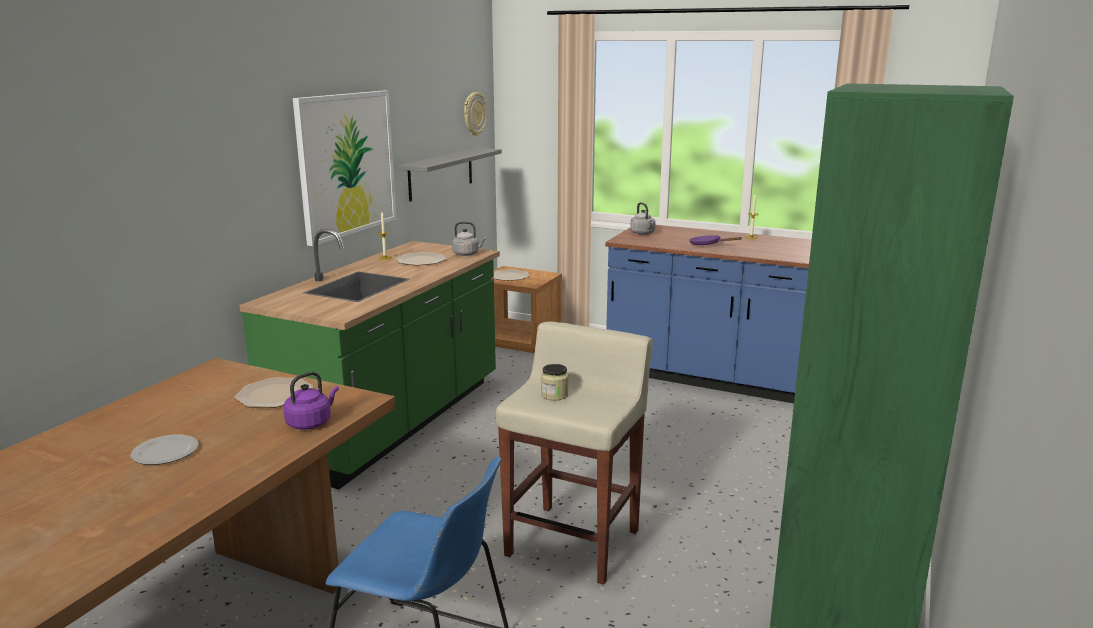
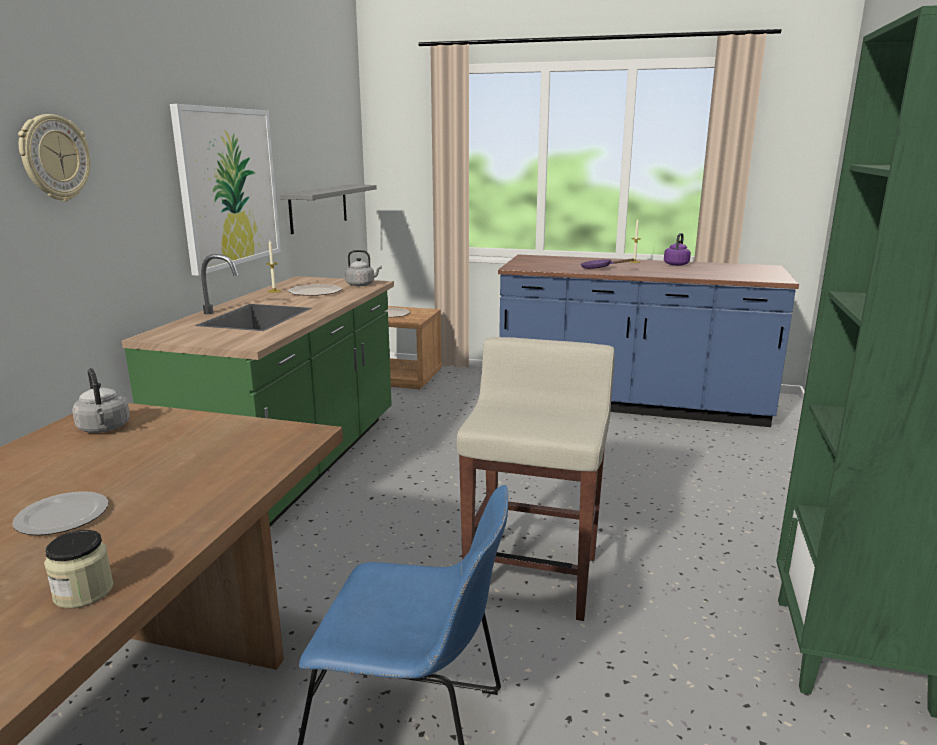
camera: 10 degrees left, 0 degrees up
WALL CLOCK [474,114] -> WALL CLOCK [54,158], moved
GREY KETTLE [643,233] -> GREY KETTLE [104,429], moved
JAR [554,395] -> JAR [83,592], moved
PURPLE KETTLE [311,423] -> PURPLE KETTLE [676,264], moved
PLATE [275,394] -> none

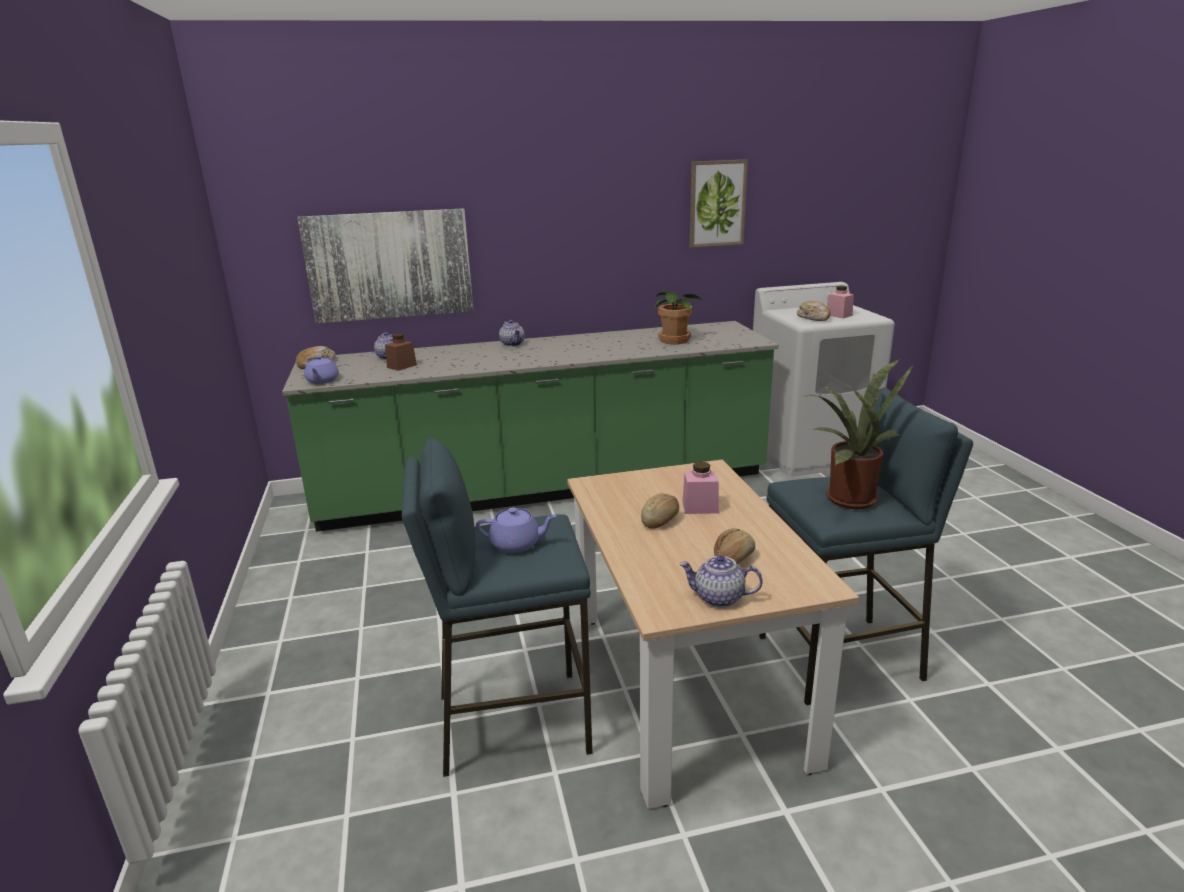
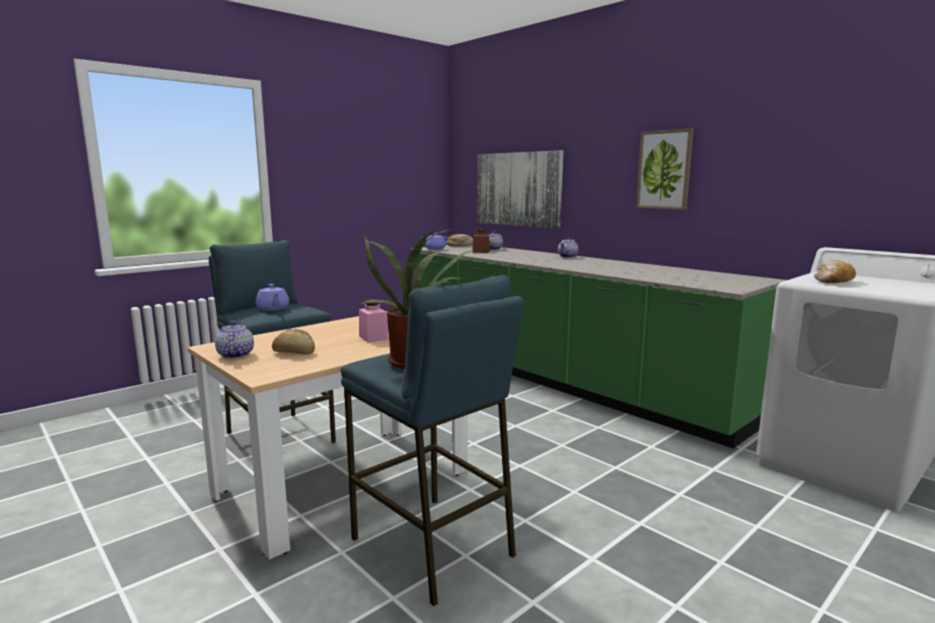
camera: 60 degrees right, 10 degrees down
PICTURE [717,203] -> PICTURE [664,170], moved
PINK JAR [838,315] -> none
POTTED PLANT [675,340] -> none
BREAD [661,520] -> none

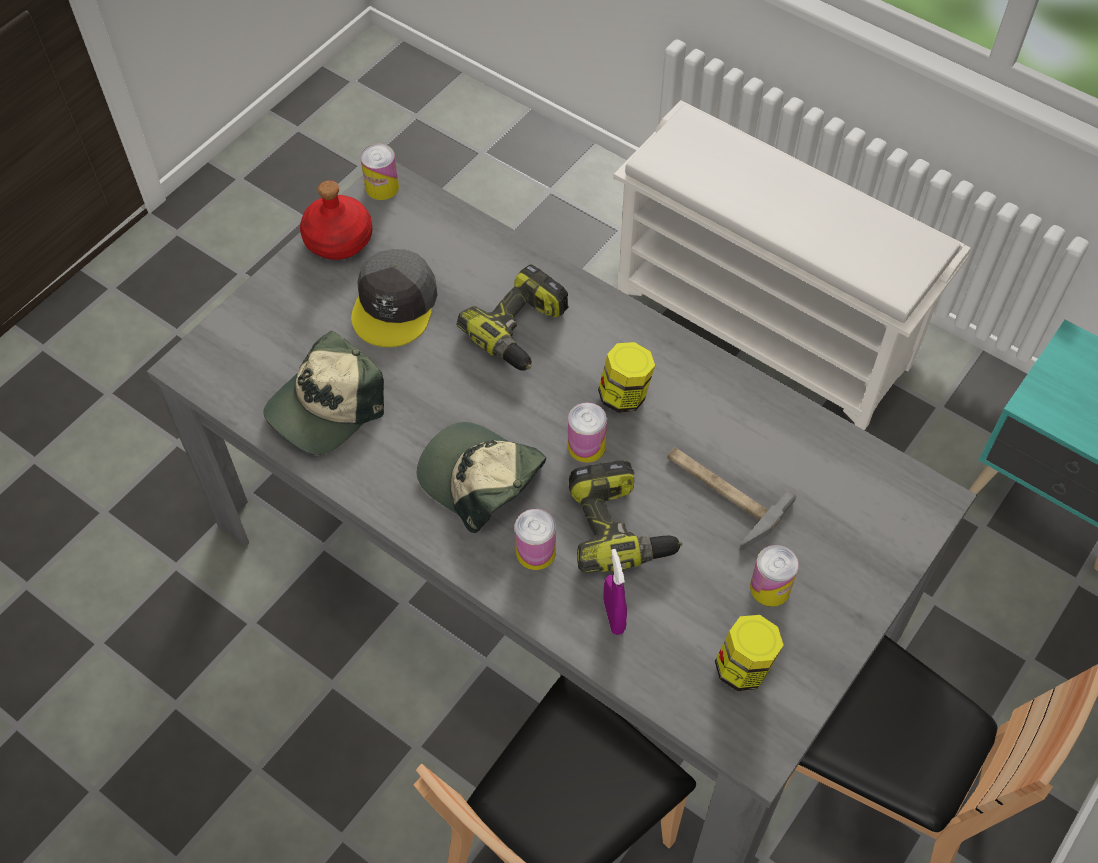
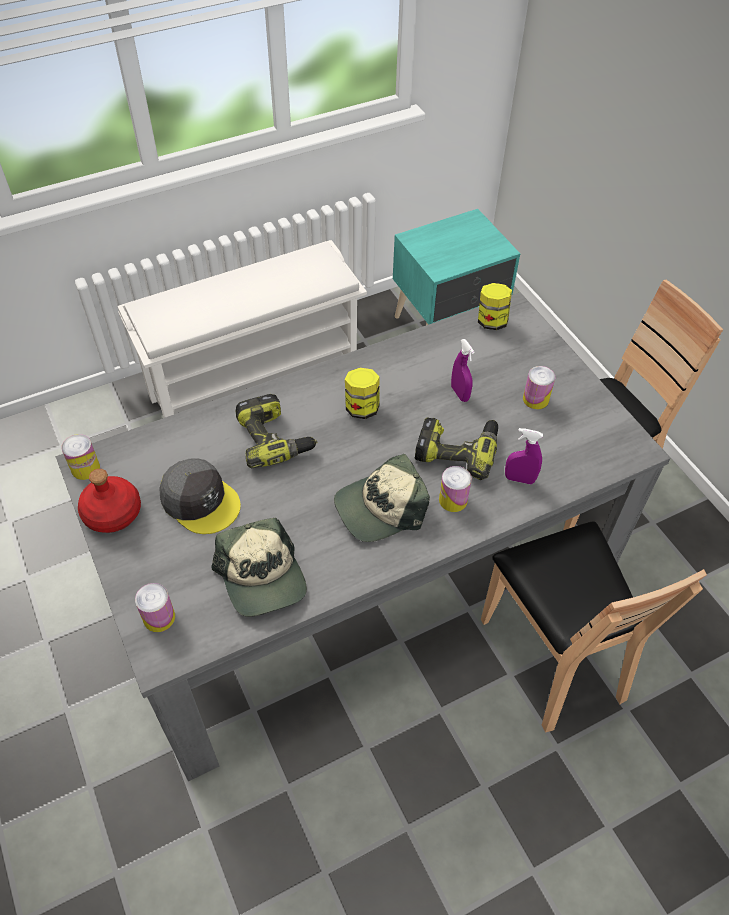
camera: 65 degrees left, 5 degrees down
CAN [586,446] -> CAN [159,617], moved
HAMMER [720,493] -> PURPLE SPRAY BOTTLE [460,393]
JAR [744,667] -> JAR [491,321], moved

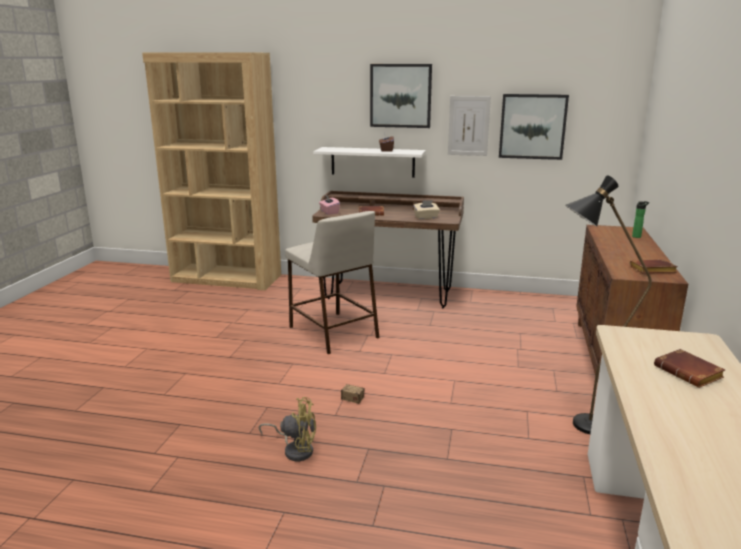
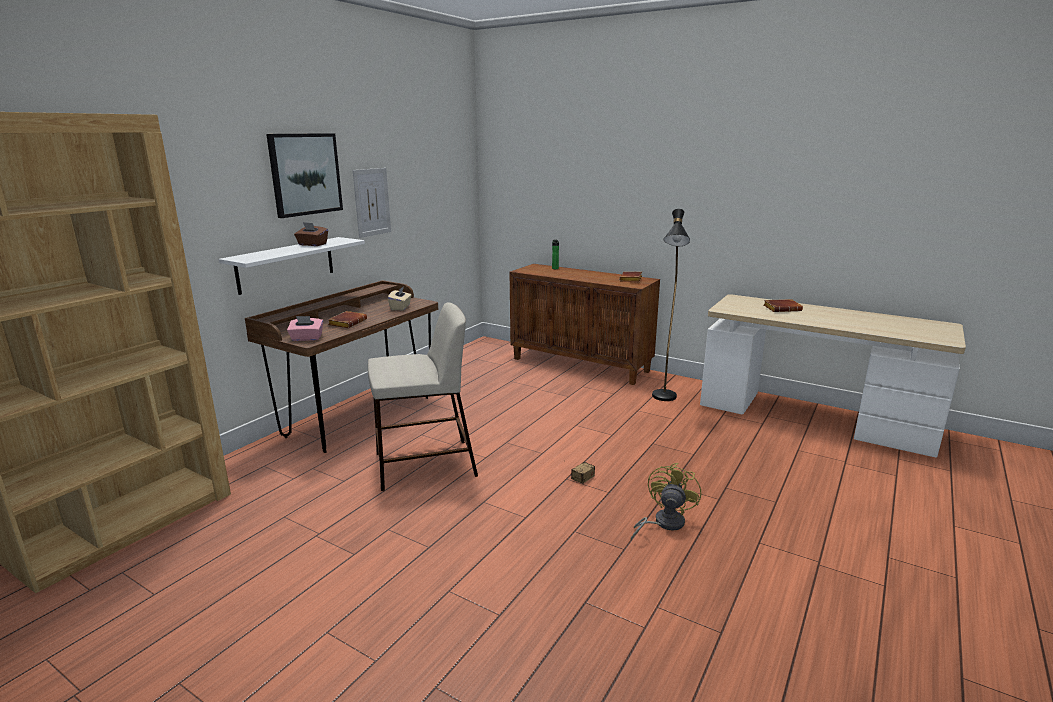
camera: 70 degrees left, 0 degrees up
PICTURE [532,126] -> none

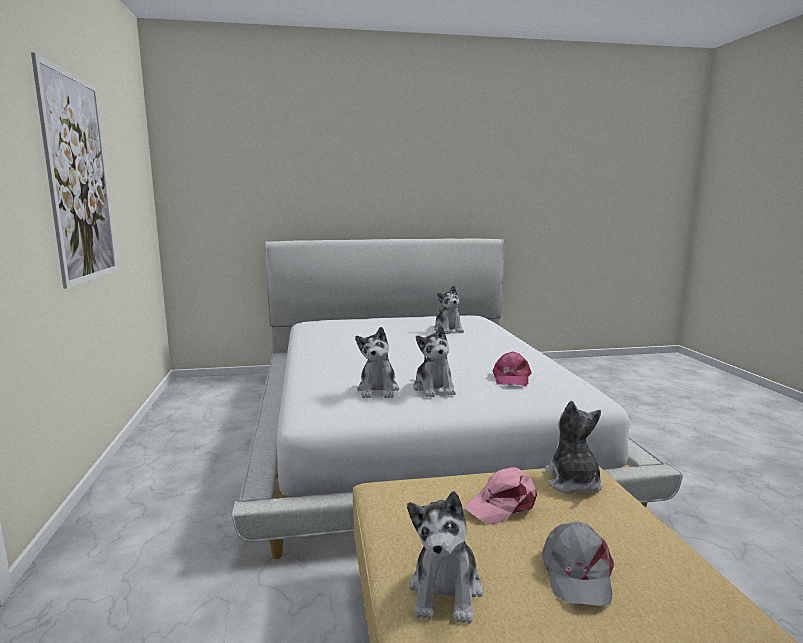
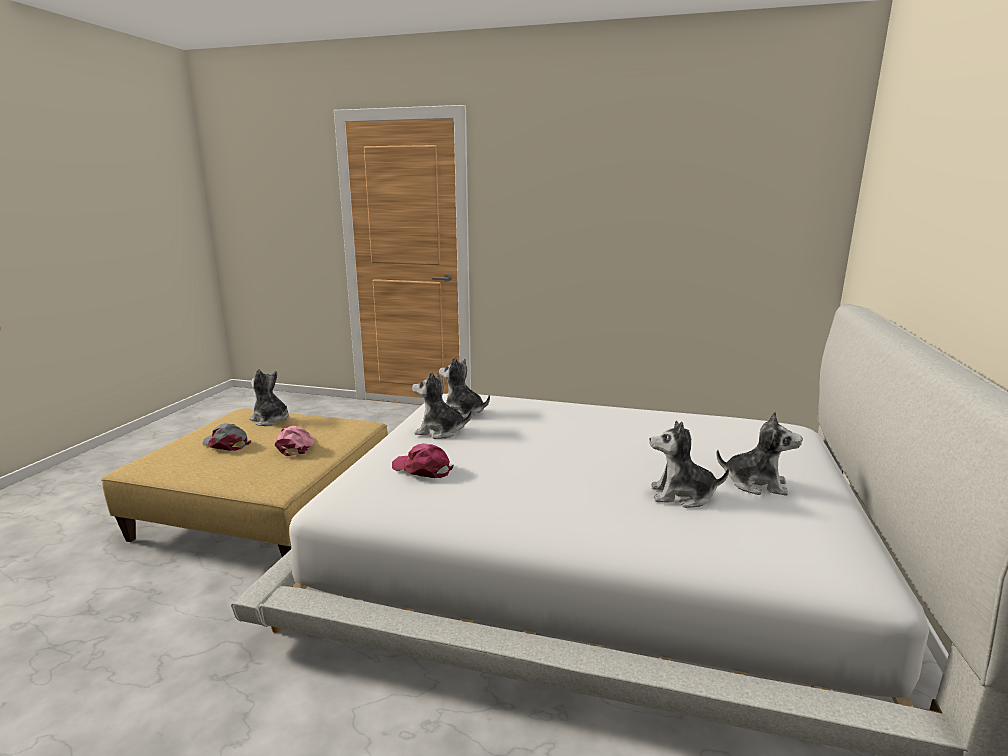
camera: 115 degrees right, 5 degrees up
PICTURE [79,179] -> none
PLUSH TOY [573,483] -> PLUSH TOY [756,484], moved

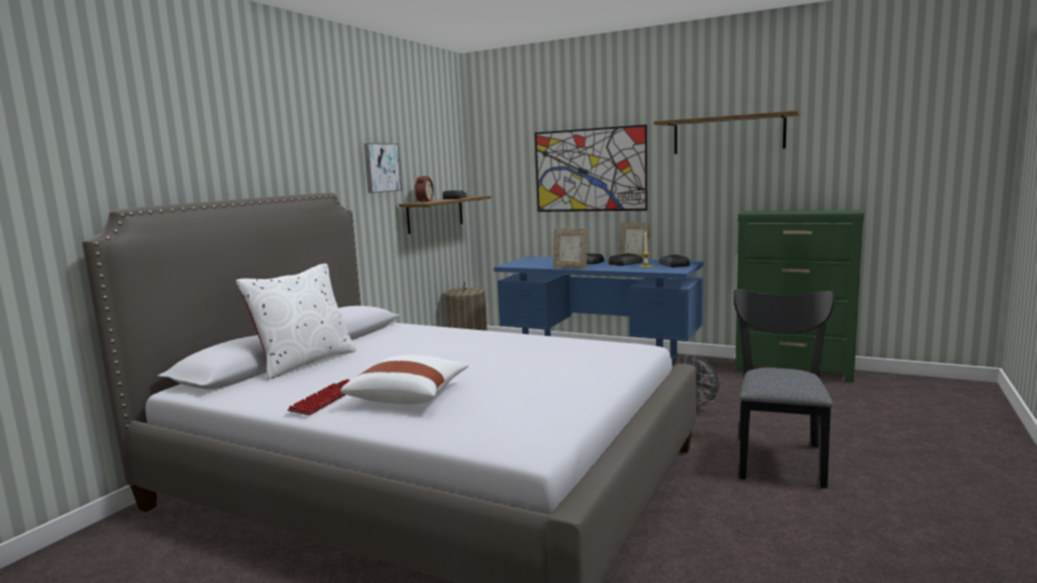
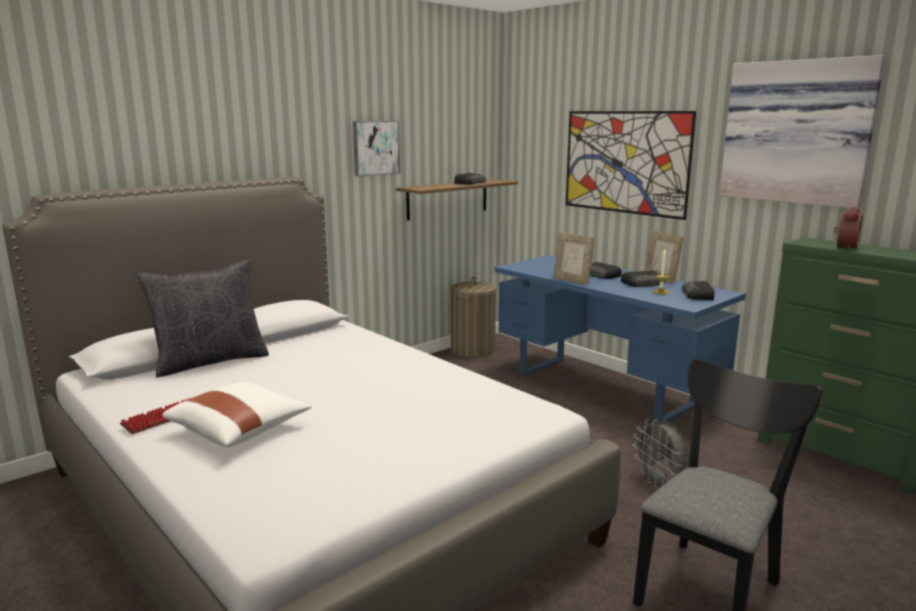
camera: 20 degrees right, 5 degrees up
SHELF [728,134] -> PICTURE [797,132]
ALARM CLOCK [423,201] -> ALARM CLOCK [844,247], moved
WHITE PILLOW [304,362] -> BLACK PILLOW [210,361]

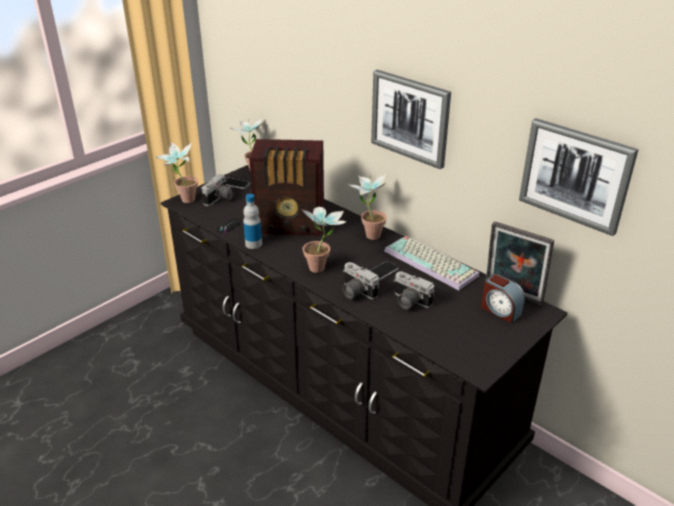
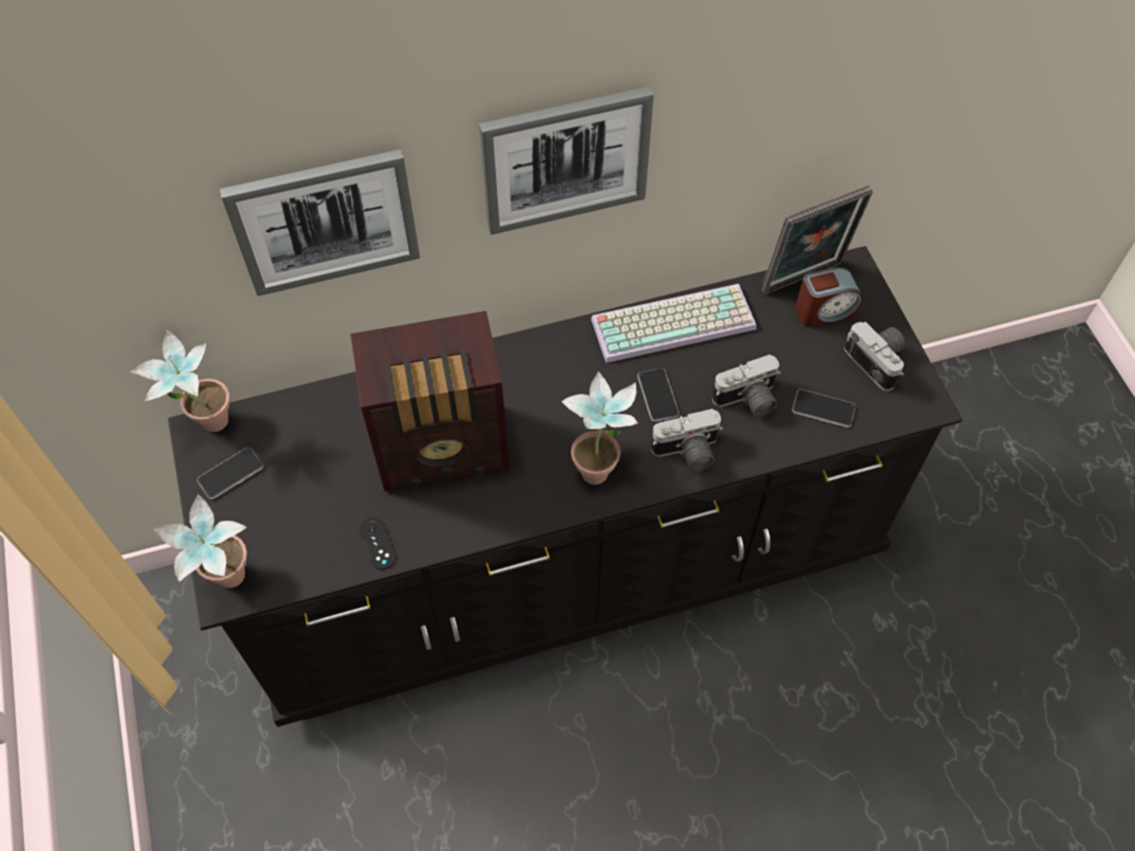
camera: 60 degrees left, 25 degrees up
PICTURE [575,175] -> PICTURE [325,221], moved
RADIO [291,225] -> RADIO [444,449], 45 degrees clockwise
POTTED PLANT [369,233] -> none
PHOTO CAMERA [220,199] -> PHOTO CAMERA [878,361], moved
BOTTLE [253,244] -> none
none -> PHONE [823,409]

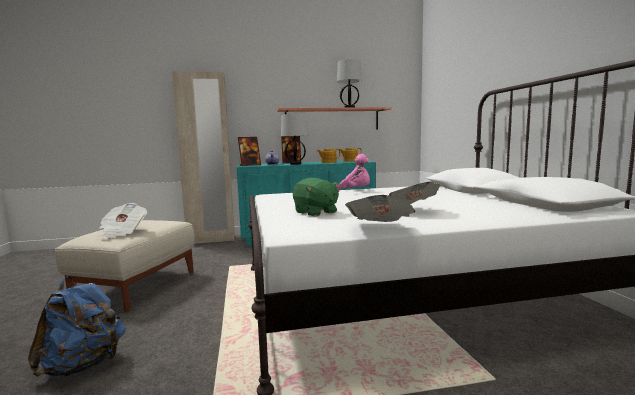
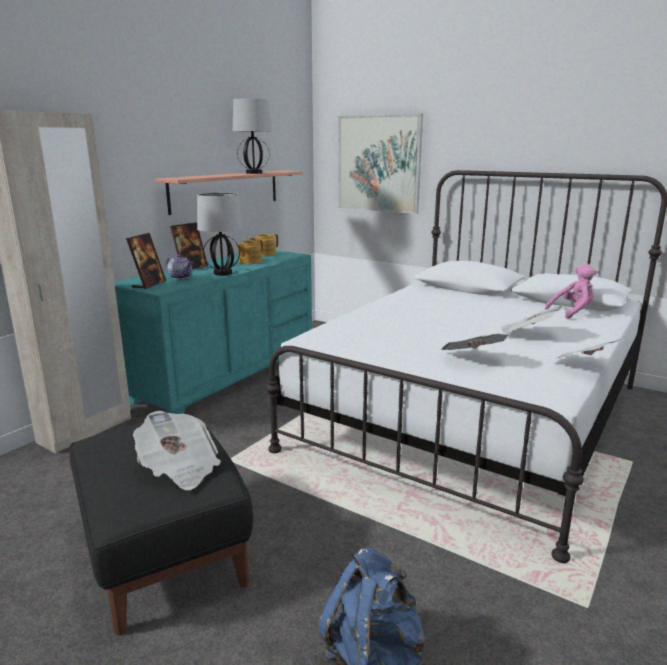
camera: 45 degrees left, 10 degrees up
PINK PLUSH TOY [355,191] -> PINK PLUSH TOY [572,312], moved
GREEN PLUSH TOY [315,212] -> NEWSPAPER [472,359]
BEIGE OTTOMAN [138,286] -> BLACK OTTOMAN [164,549]
none -> PICTURE [378,163]

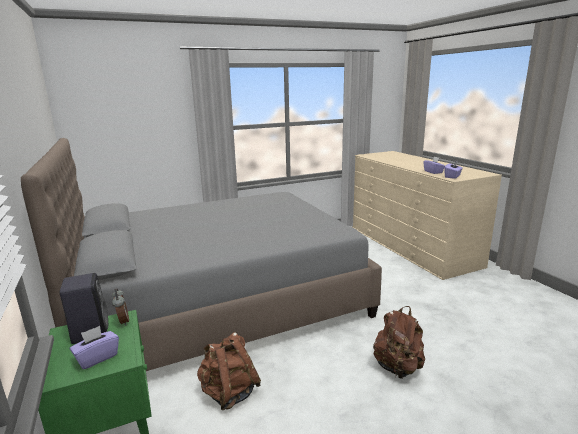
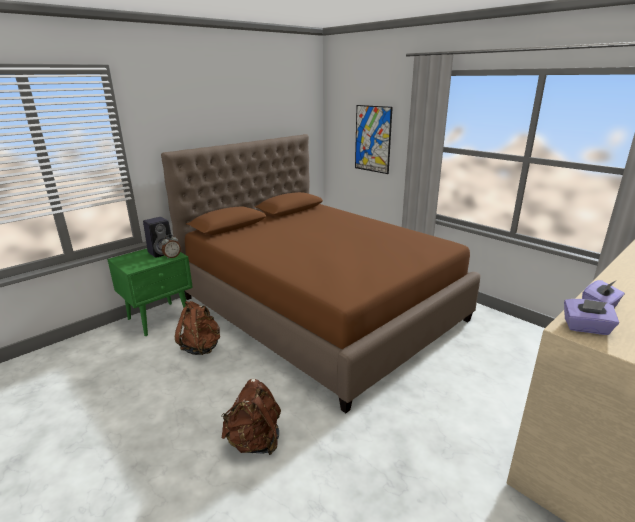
camera: 70 degrees right, 5 degrees up
GREY BED [220,300] -> BROWN BED [320,308]
PURPLE TISSUE BOX [97,357] -> none
none -> PICTURE [372,139]

